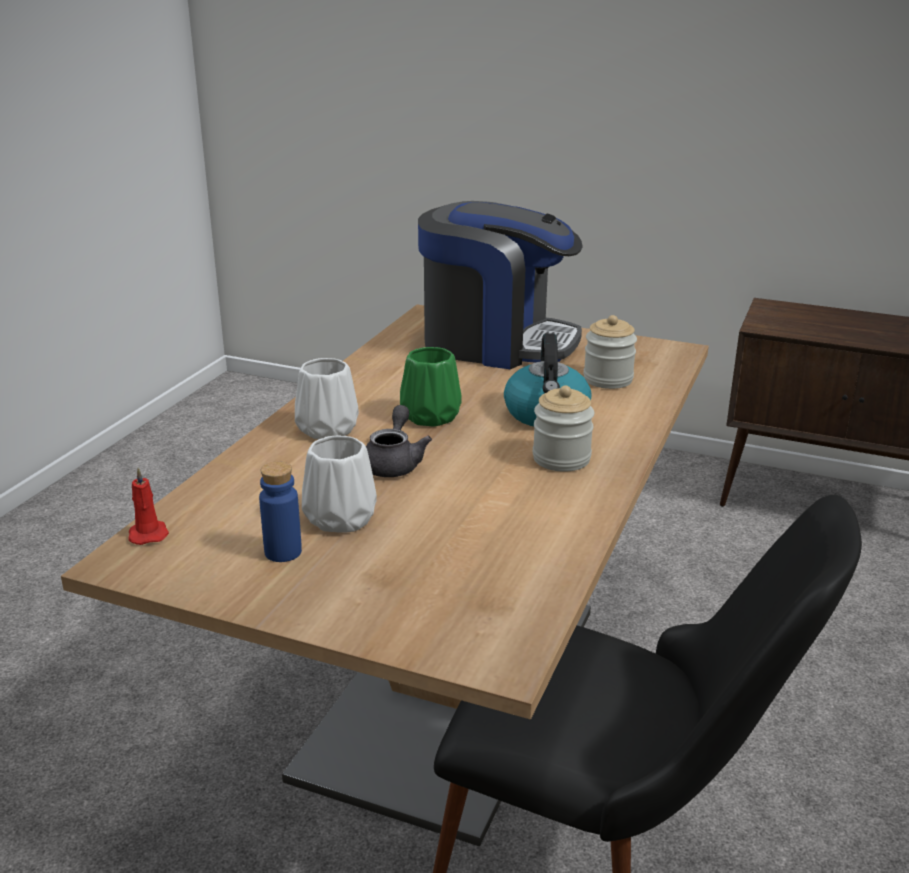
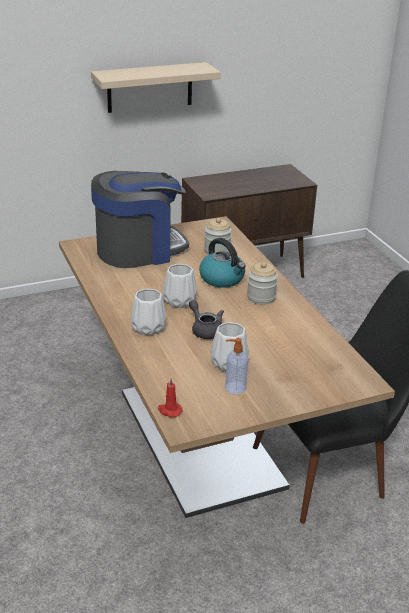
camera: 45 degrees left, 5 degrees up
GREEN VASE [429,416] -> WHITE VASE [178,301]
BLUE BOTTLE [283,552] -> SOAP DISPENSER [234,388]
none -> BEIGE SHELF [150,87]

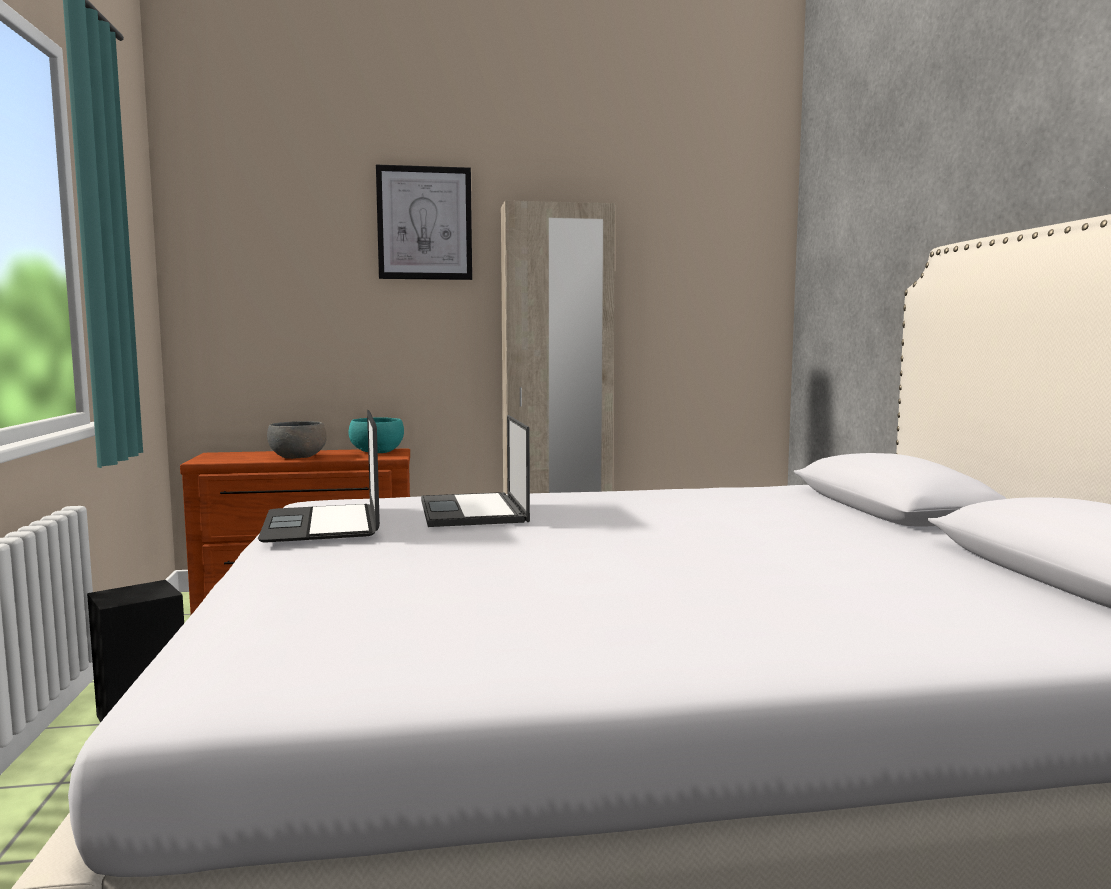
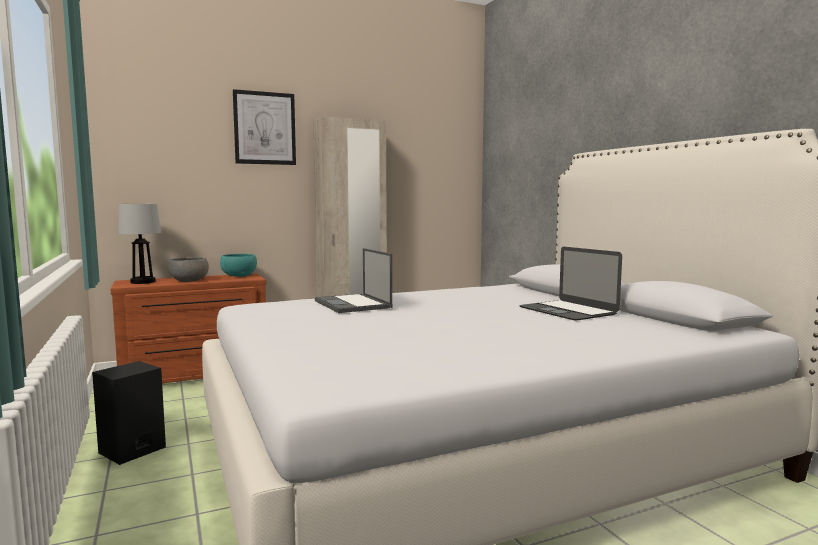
camera: 15 degrees left, 0 degrees up
LAPTOP [322,523] -> LAPTOP [567,310], moved
none -> TABLE LAMP [142,282]

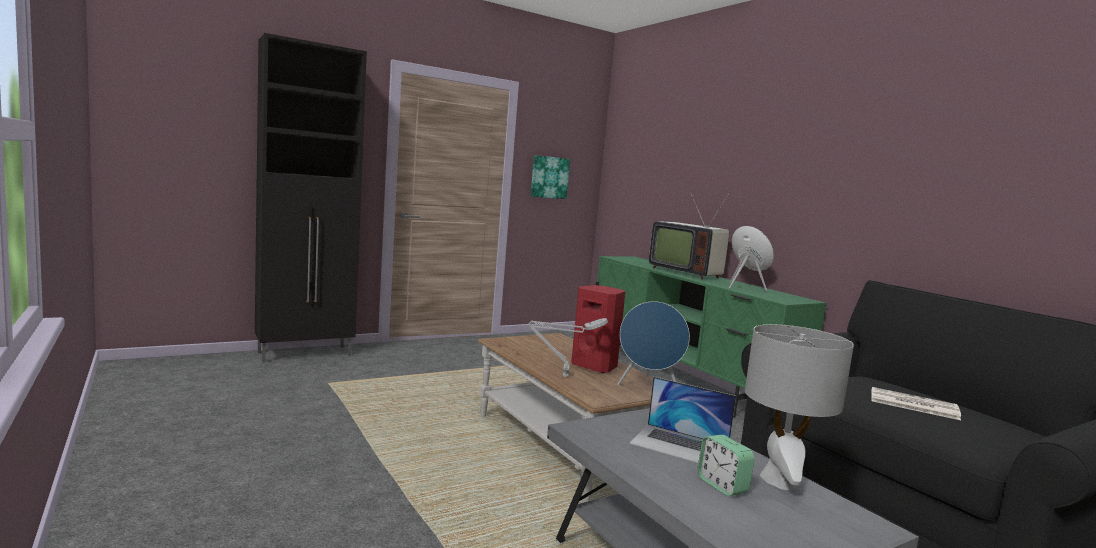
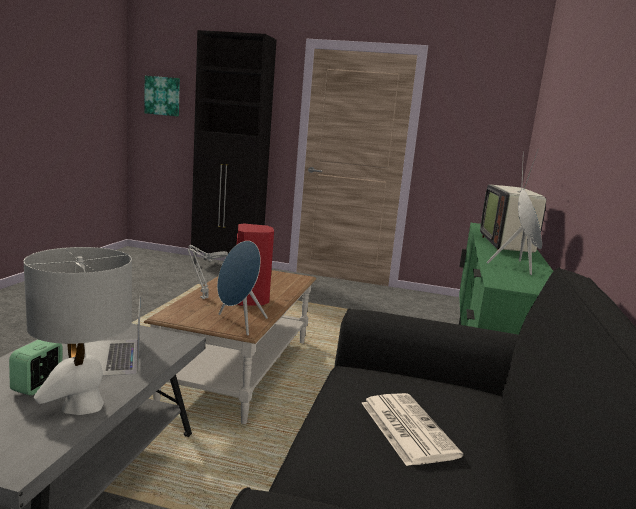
camera: 45 degrees right, 5 degrees up
PICTURE [549,177] -> PICTURE [162,96], moved

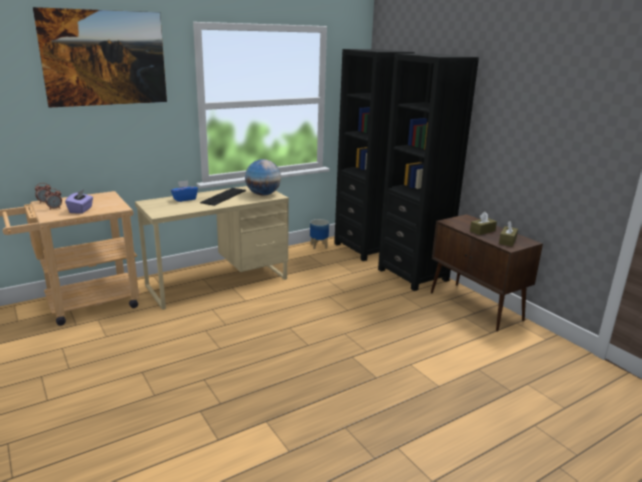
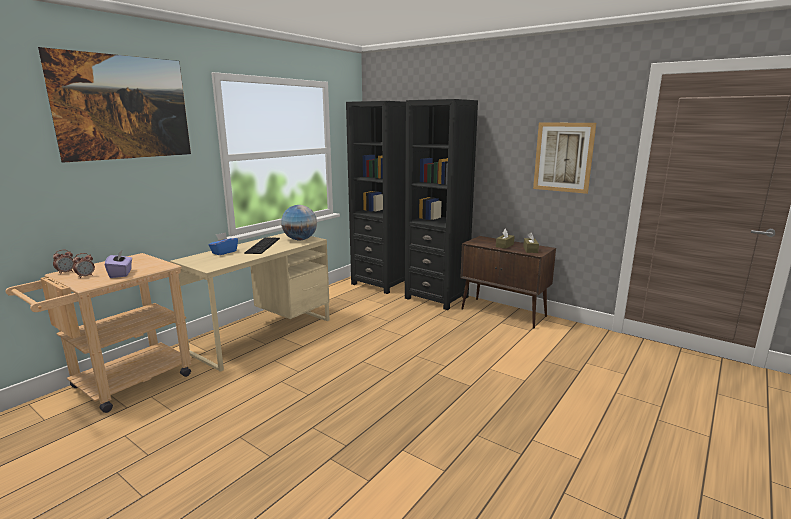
camera: 20 degrees left, 5 degrees down
PLANTER [318,246] -> none
none -> PICTURE [563,157]

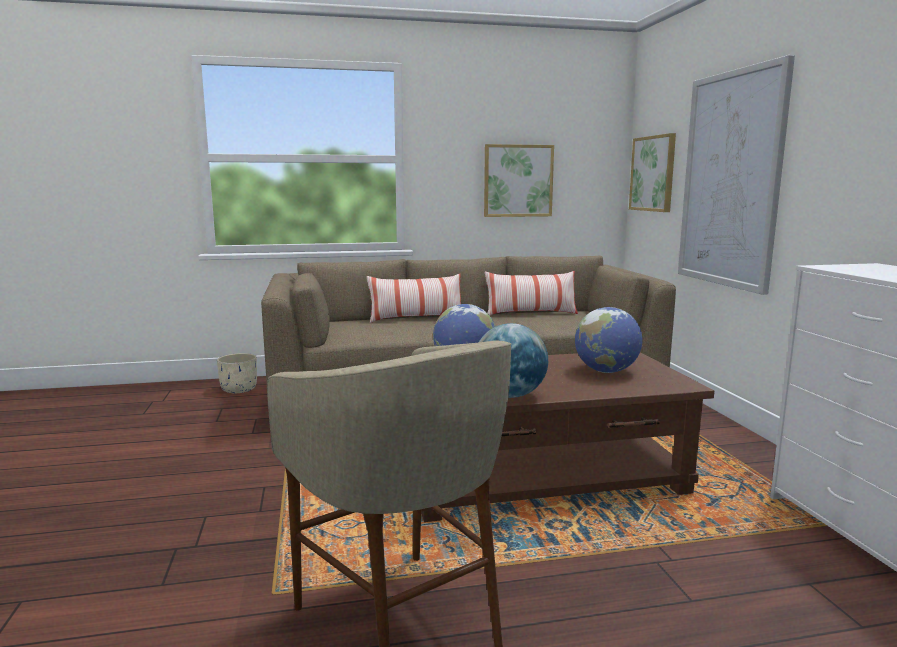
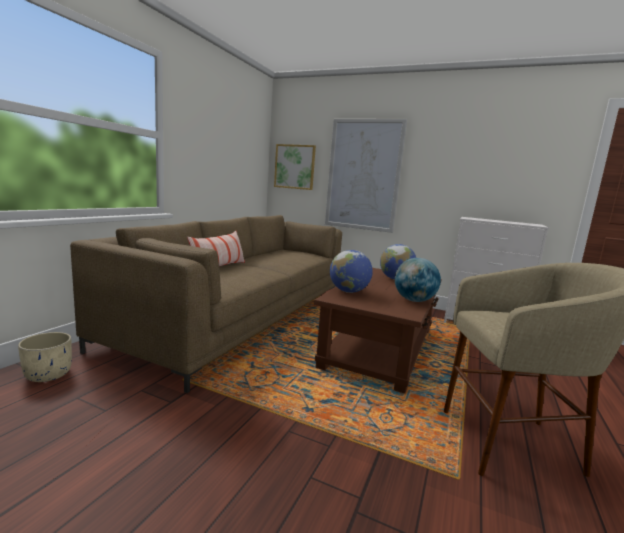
camera: 55 degrees left, 0 degrees up
PICTURE [518,181] -> none
PILLOW [530,313] -> none

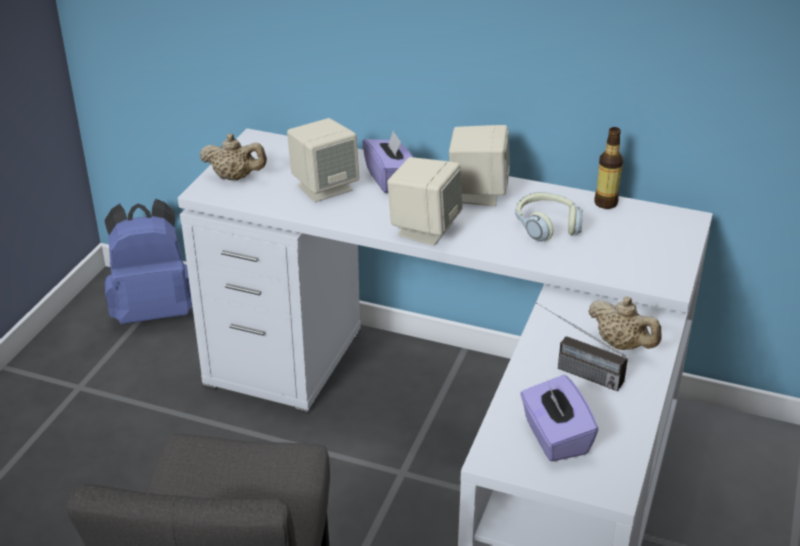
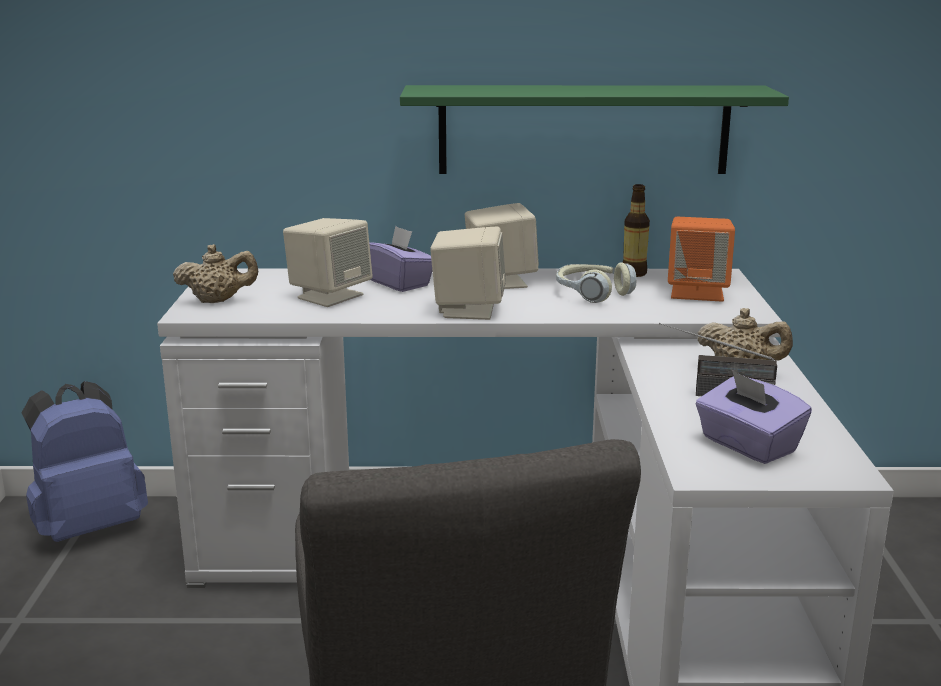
camera: 20 degrees left, 15 degrees down
none -> GREEN SHELF [583,129]
none -> ORANGE SPEAKER [697,293]

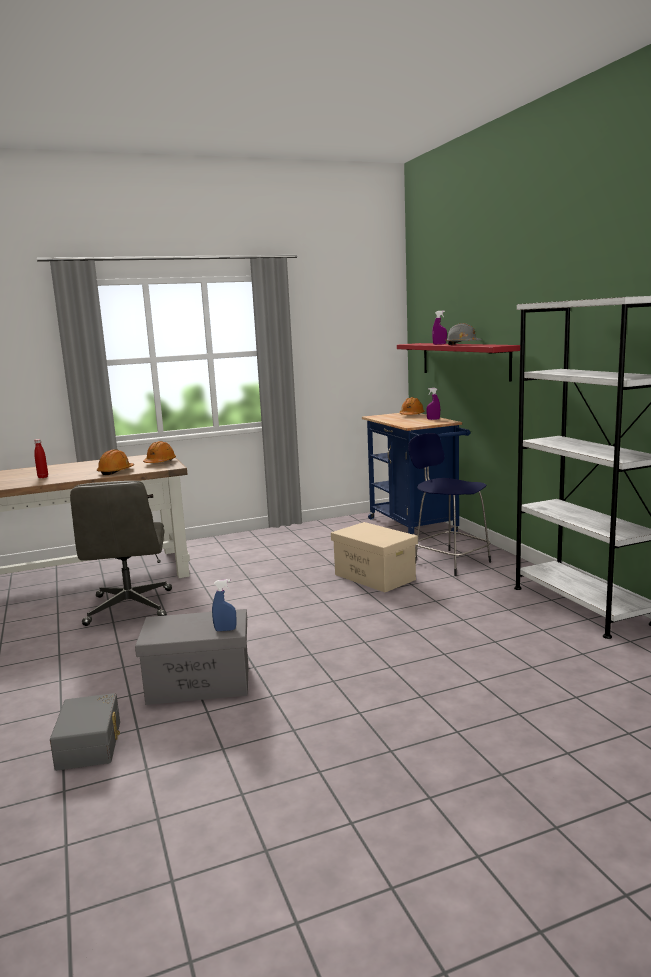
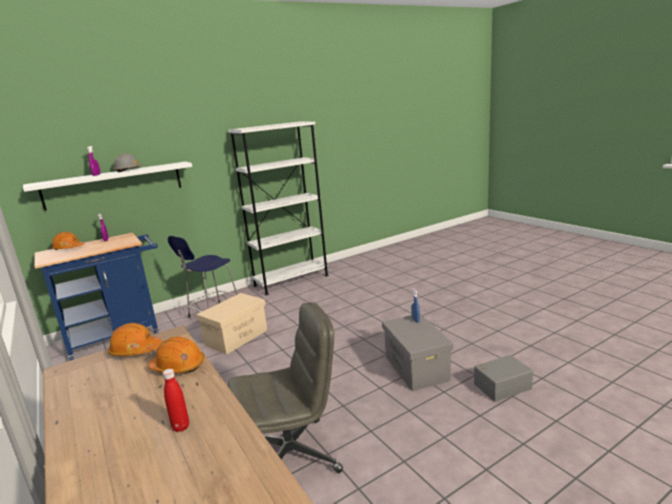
camera: 100 degrees left, 5 degrees up
RED SHELF [464,360] -> WHITE SHELF [114,185]

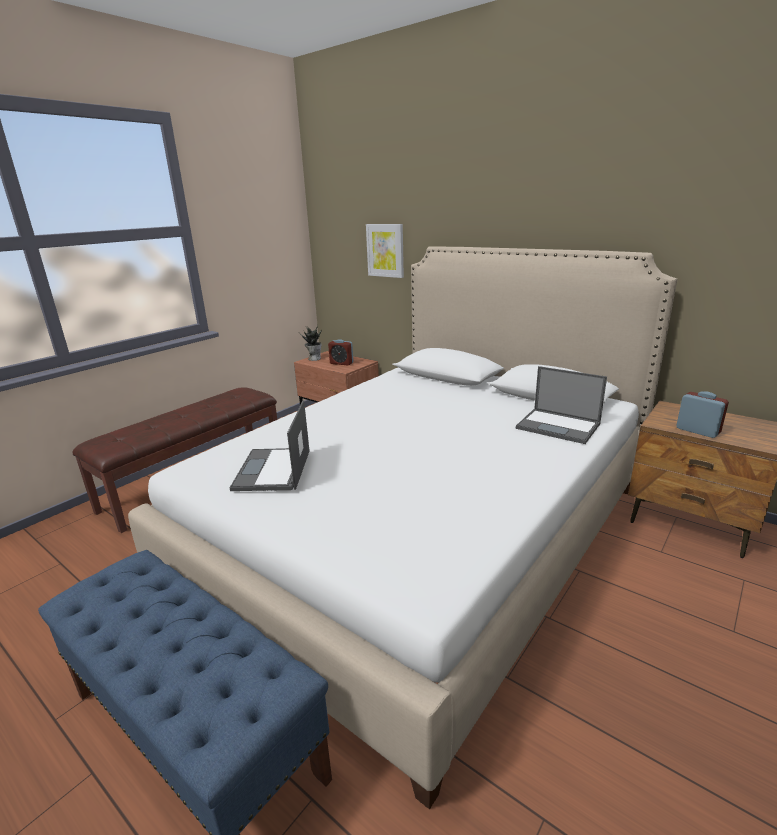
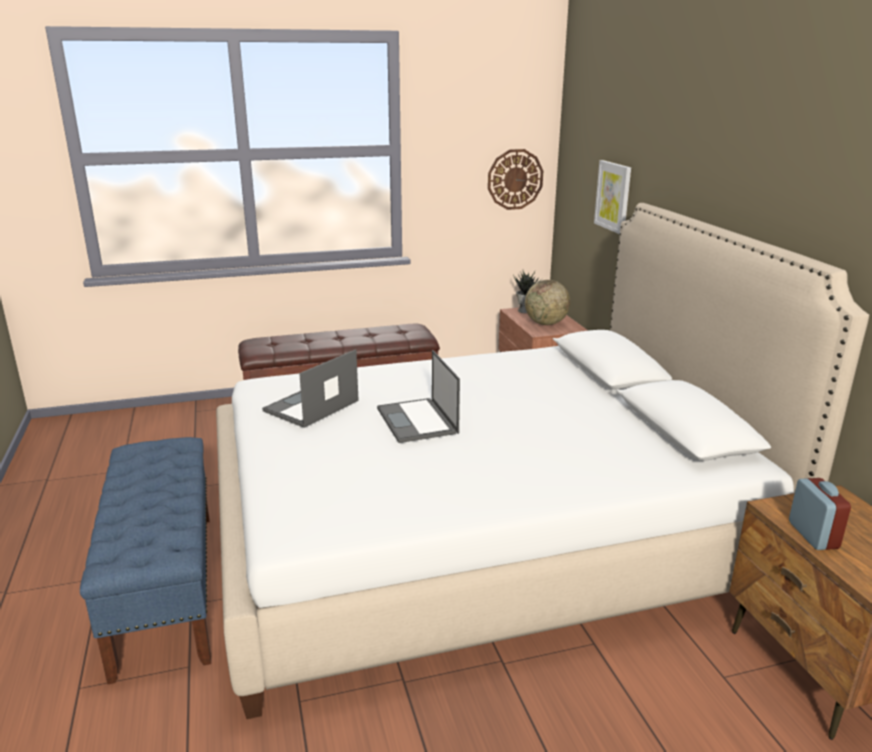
camera: 35 degrees right, 0 degrees up
ALARM CLOCK [341,363] -> GLOBE [546,323]
LAPTOP [559,426] -> LAPTOP [418,421], moved
none -> WALL CLOCK [515,179]

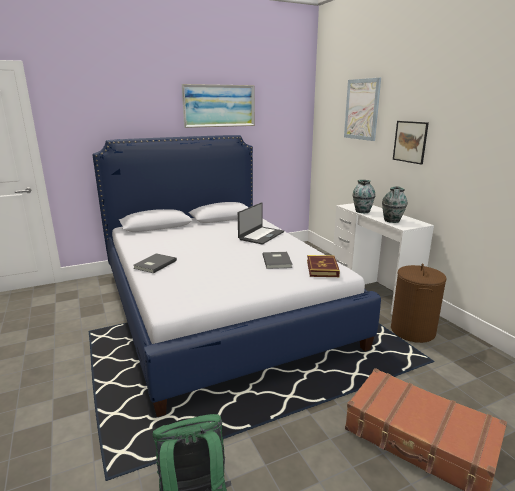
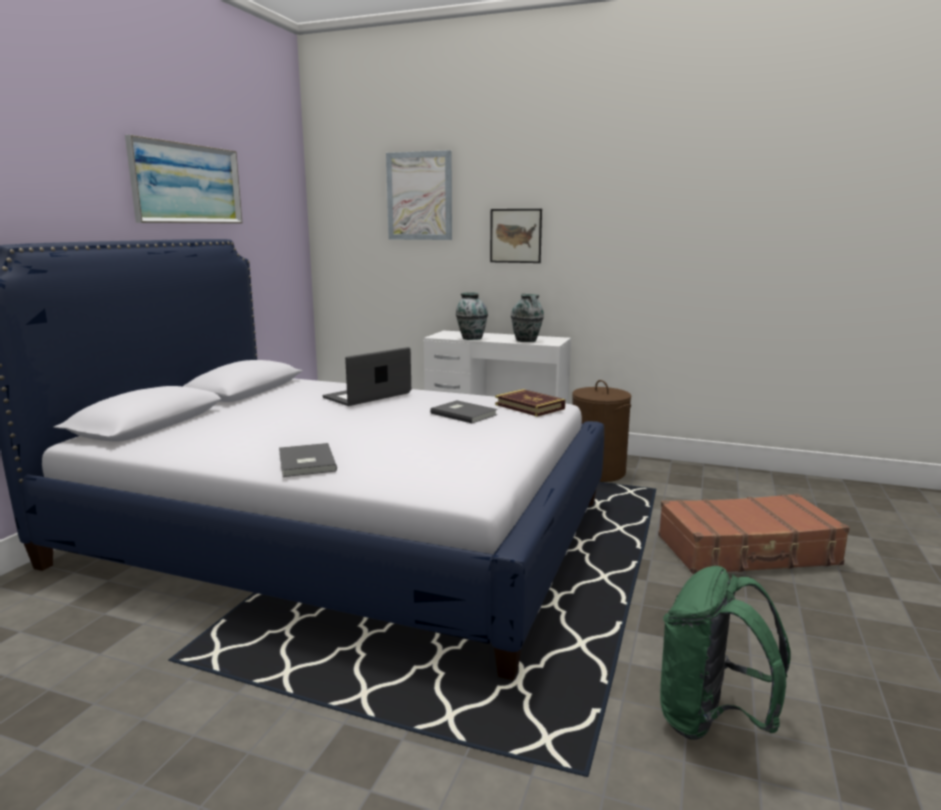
camera: 45 degrees left, 5 degrees down
LAPTOP [261,235] -> LAPTOP [368,396], 120 degrees counterclockwise

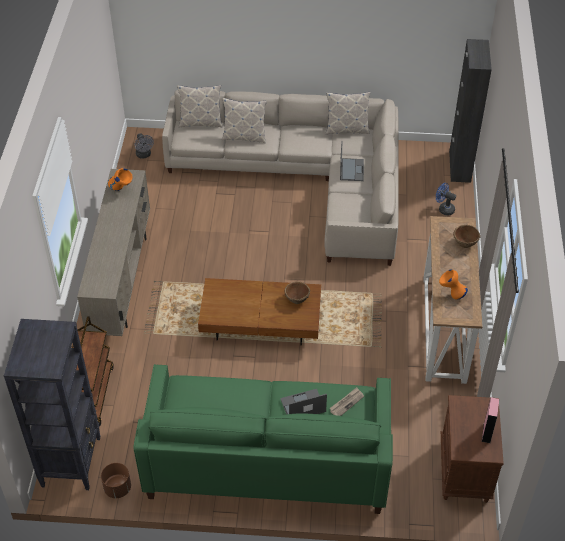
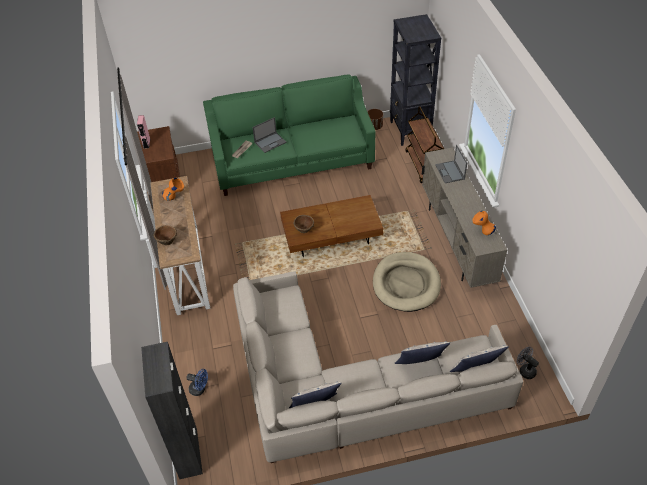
camera: 165 degrees right, 0 degrees up
LAPTOP [351,169] -> LAPTOP [450,172], moved
none -> BEIGE DOG BED [406,284]

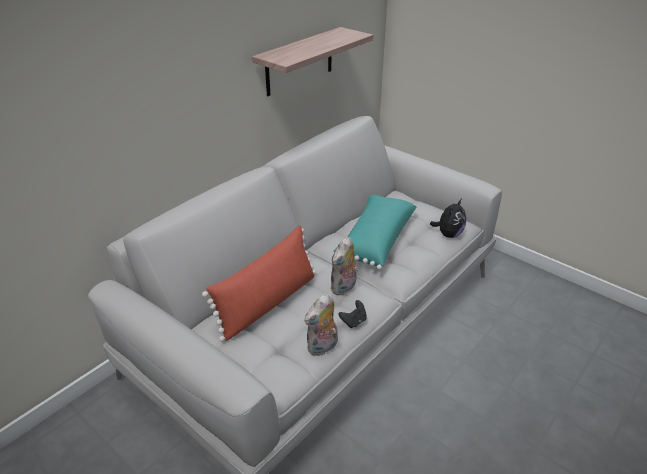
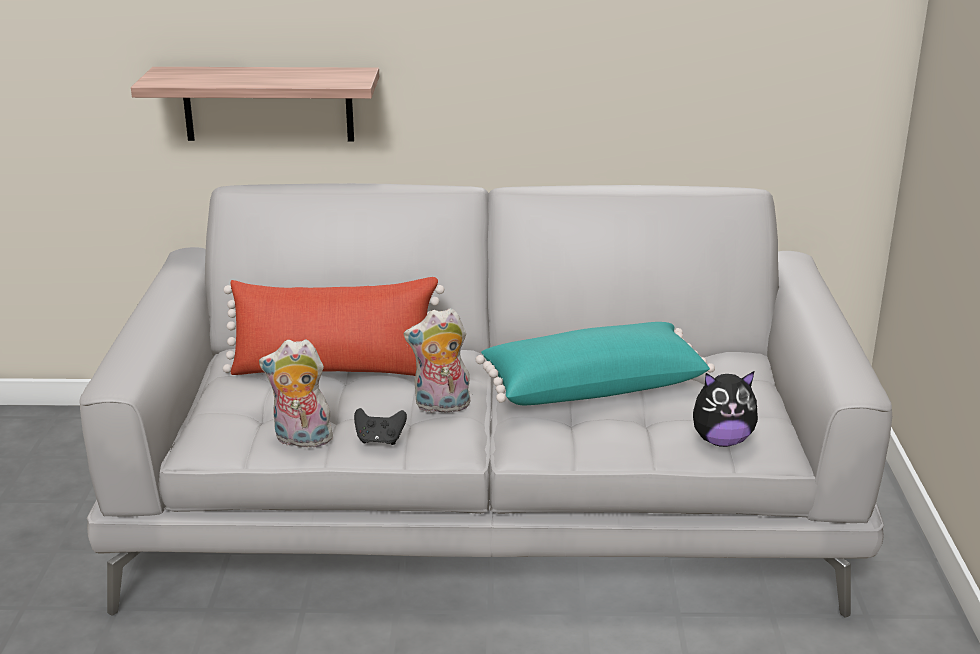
camera: 50 degrees right, 10 degrees down
SHELF [299,62] -> SHELF [268,104], moved

